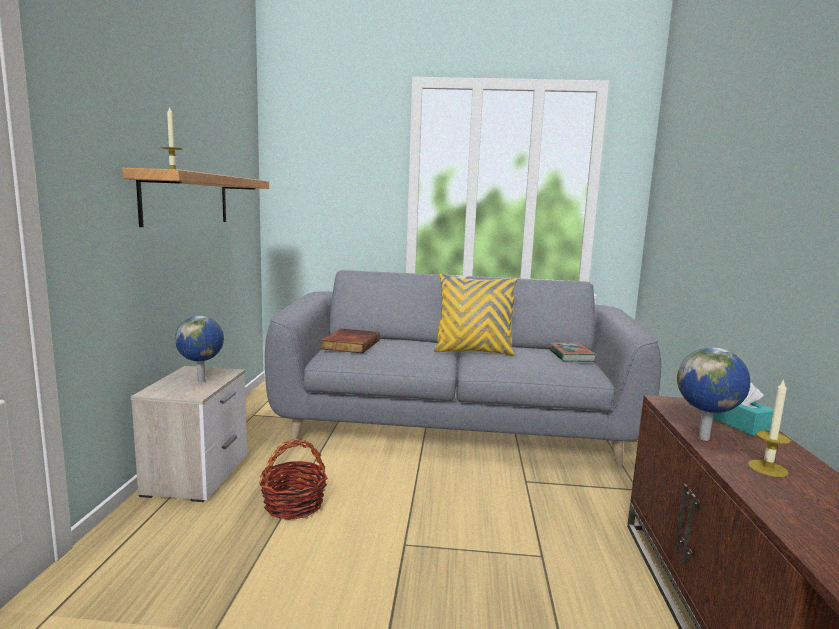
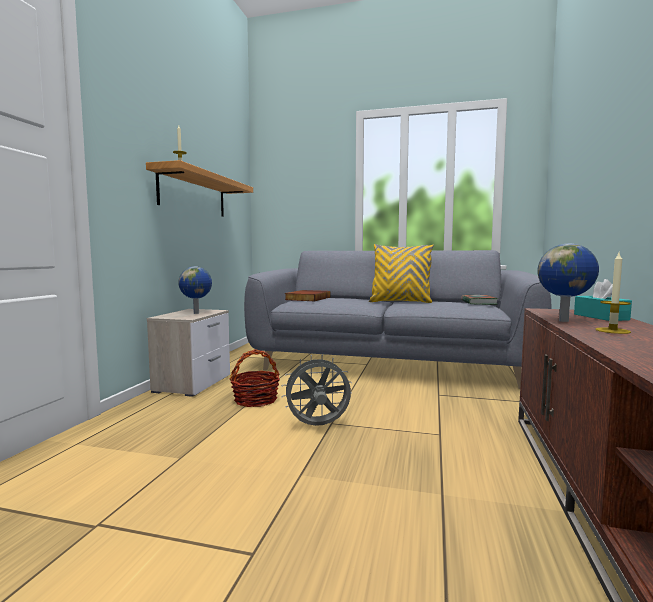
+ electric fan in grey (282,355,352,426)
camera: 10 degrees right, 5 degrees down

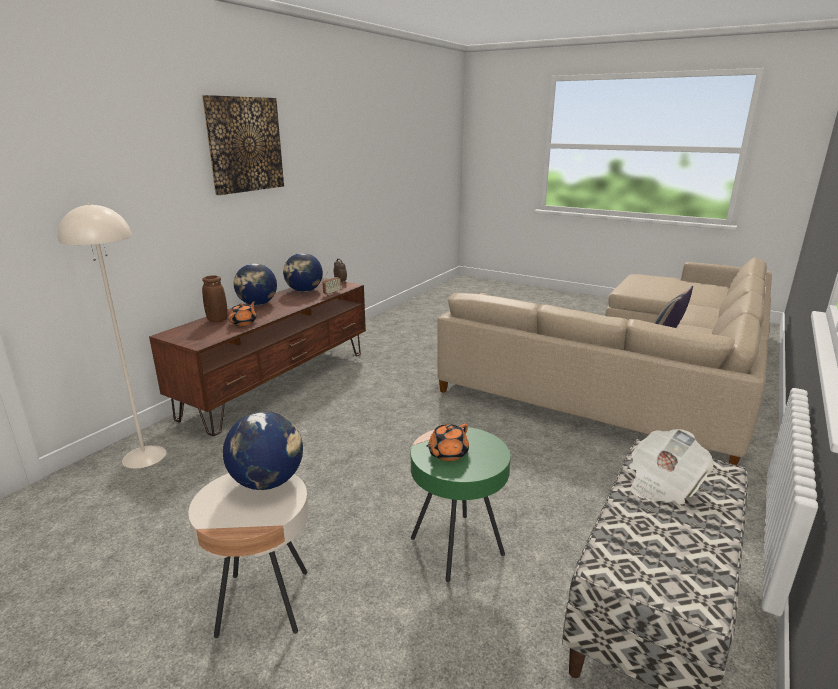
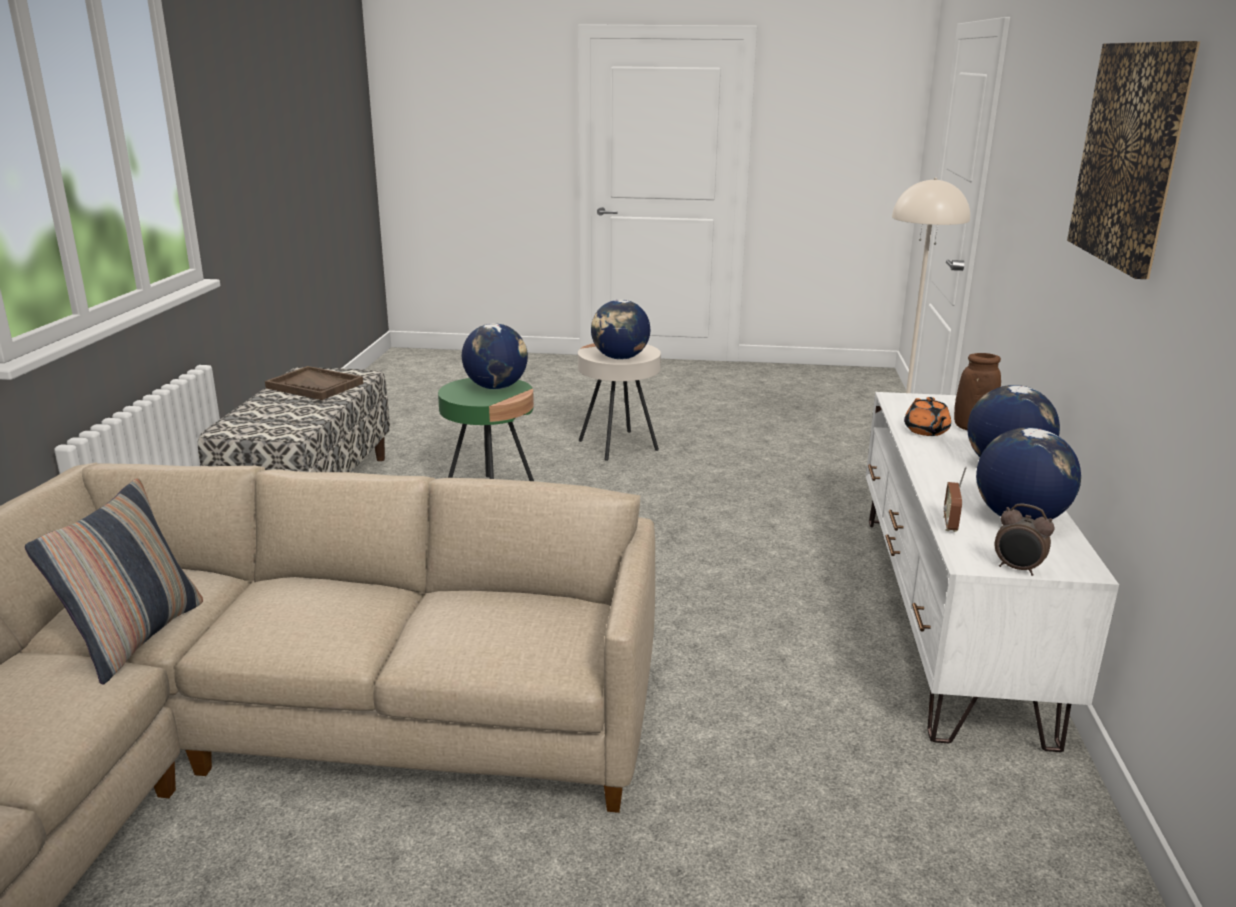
- daily paper (629,429,714,504)
+ serving tray in brown-coloured (265,366,363,400)
~ tea pot in orange-coloured (426,424,469,461) to globe (462,323,528,389)
~ media console in brown-coloured (149,278,366,436) to media console in white (866,392,1119,752)
camera: 155 degrees right, 0 degrees up

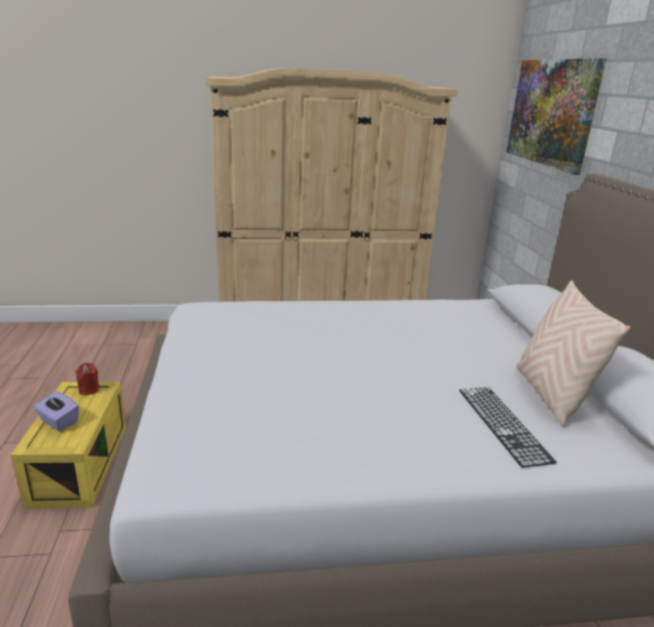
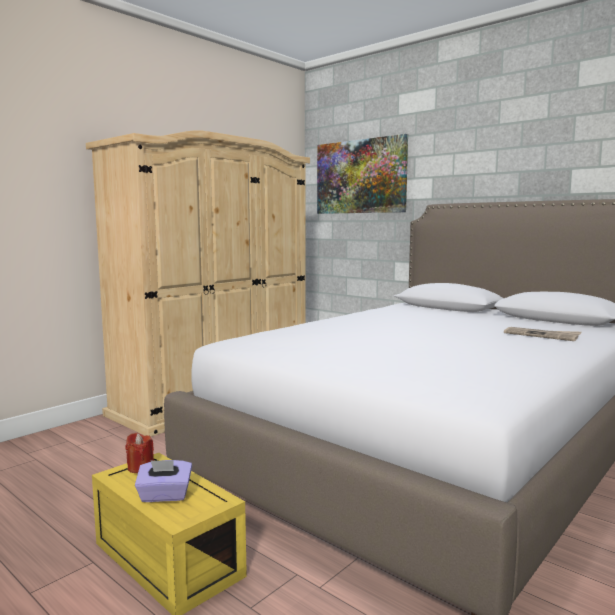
- throw pillow in sand-coloured (516,280,630,426)
~ keyboard (459,387,557,468) to daily paper (504,327,582,341)
camera: 40 degrees left, 15 degrees down

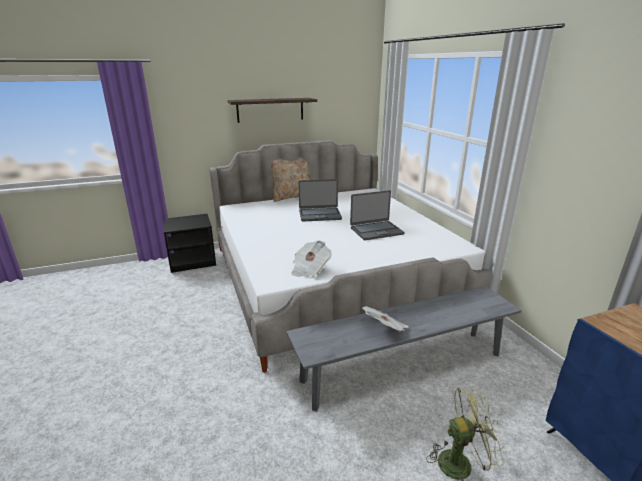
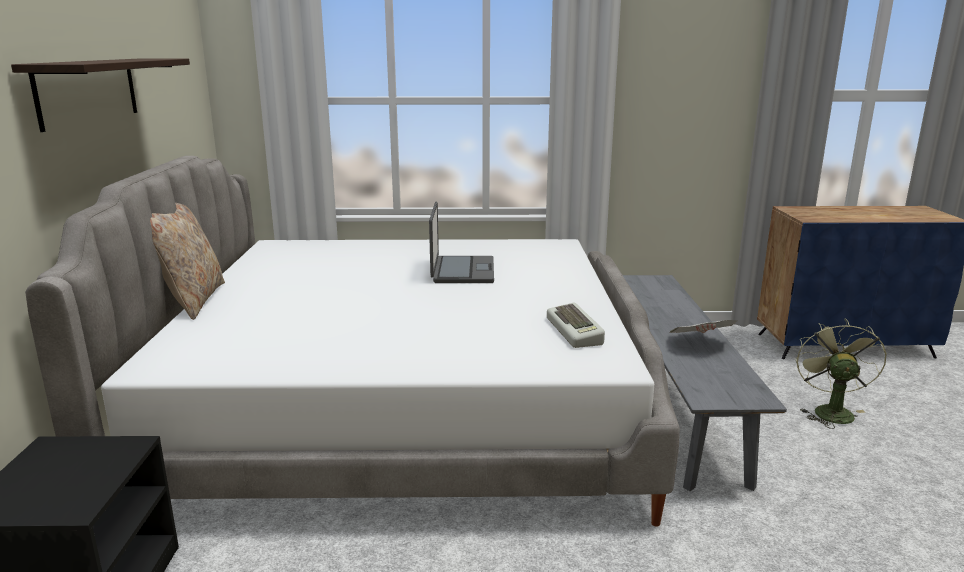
- laptop (299,179,342,221)
~ daily paper (291,240,332,277) to keyboard (547,303,605,348)
camera: 70 degrees left, 5 degrees down

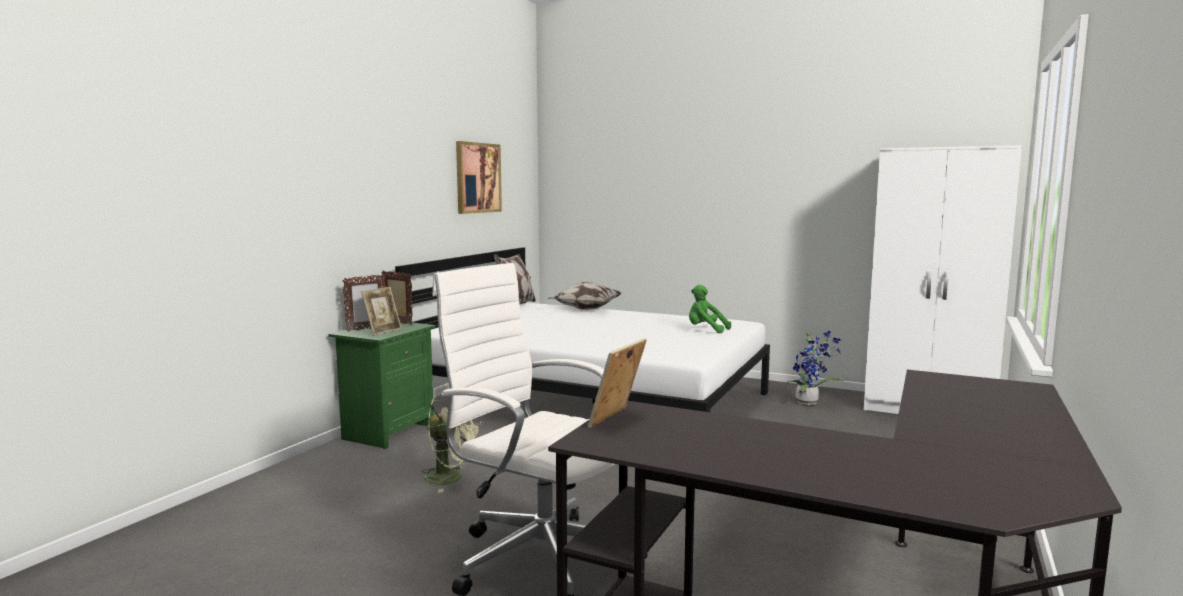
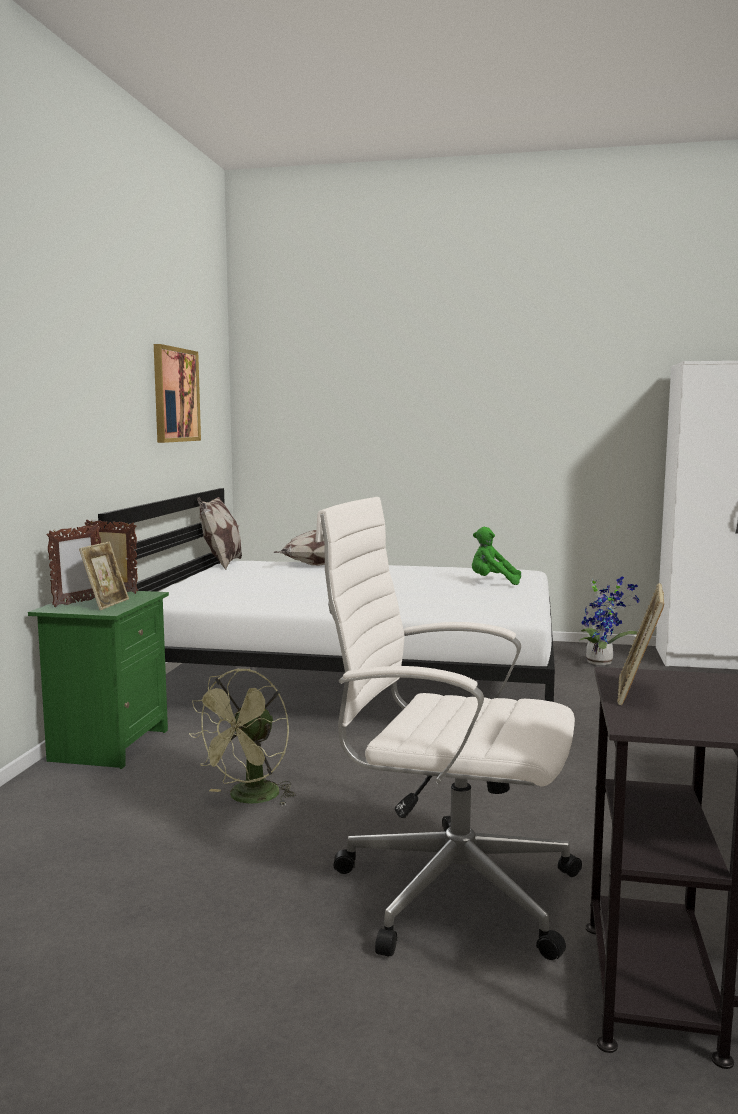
~ electric fan in green (422,384,484,493) = (189,669,296,806) 120 degrees clockwise
camera: 15 degrees left, 0 degrees up

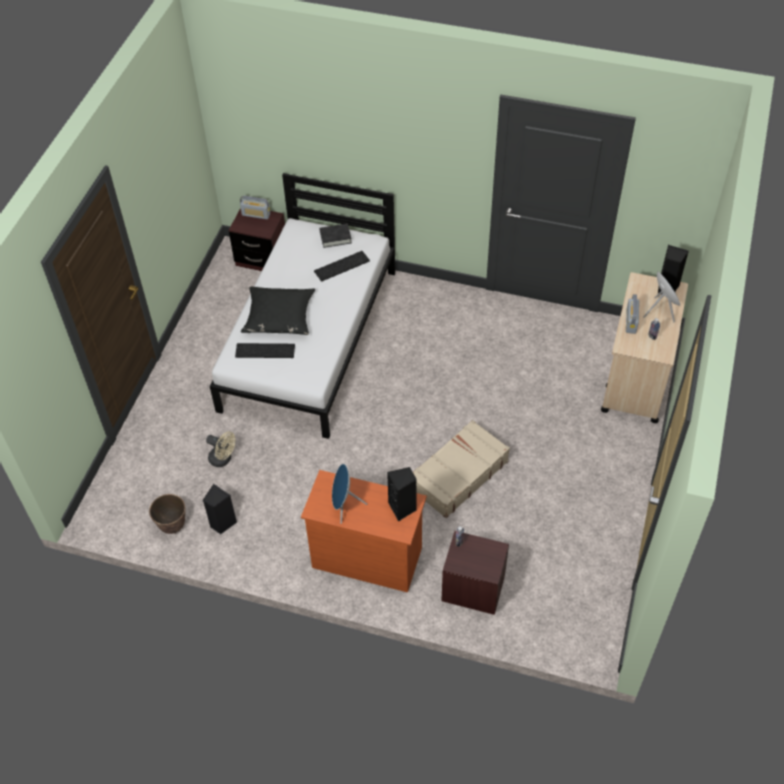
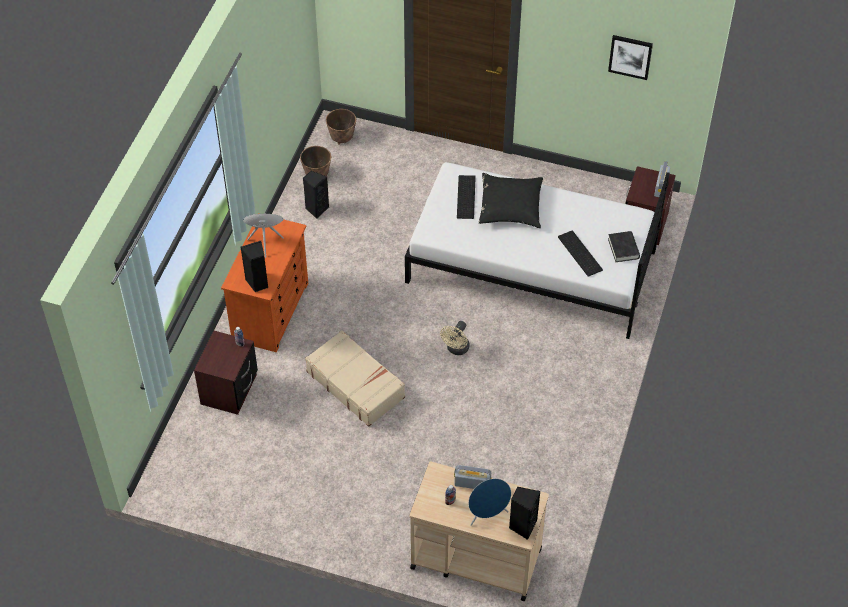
+ flower pot (326,109,356,145)
+ wall picture (608,35,653,80)
~ electric fan in sand-coloured (206,432,235,467) to (440,321,470,355)
camera: 90 degrees right, 0 degrees up

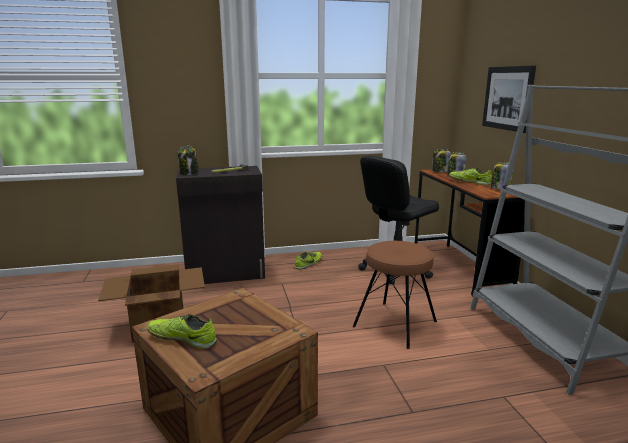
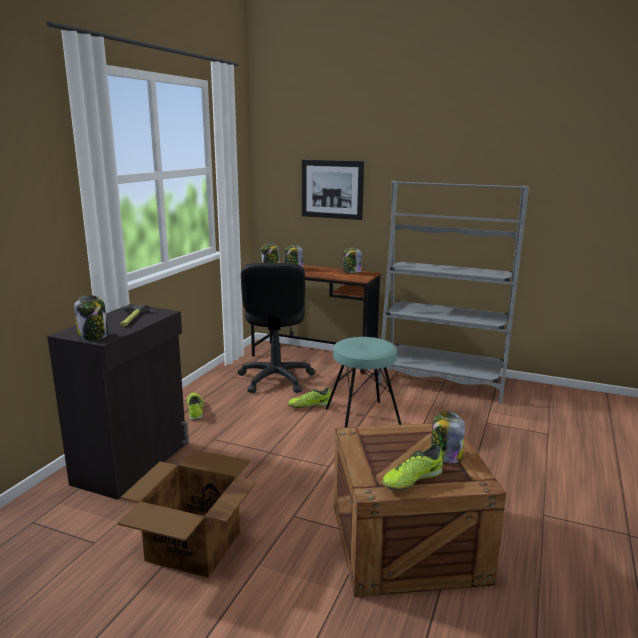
+ preserve jar (431,411,465,463)
~ item of footwear (449,168,492,185) to (288,387,332,408)
~ stool in brown-coloured (353,241,437,349) to stool in turquoise (326,337,402,428)
camera: 55 degrees left, 0 degrees up

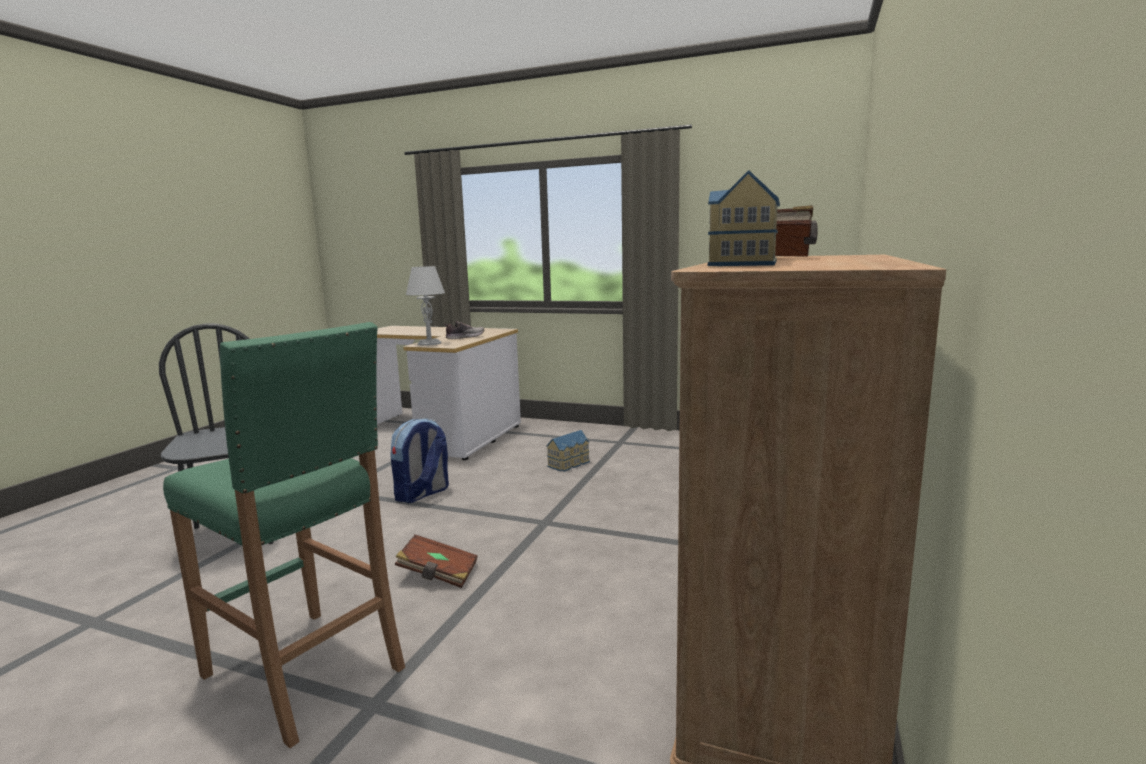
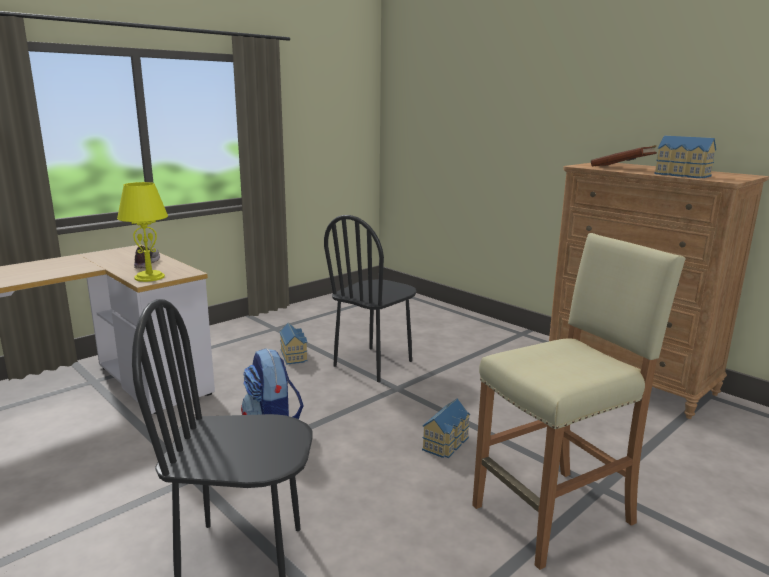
+ plain chair in black-coloured (324,215,416,382)
~ bound book in brown-coloured (395,535,478,588) to toy house (422,399,470,458)
~ stool in green (163,322,405,748) to stool in sand-coloured (472,233,686,570)
~ tabletop lamp in grey (406,266,445,346) to tabletop lamp in yellow-coloured (117,182,168,282)
camera: 65 degrees left, 5 degrees up

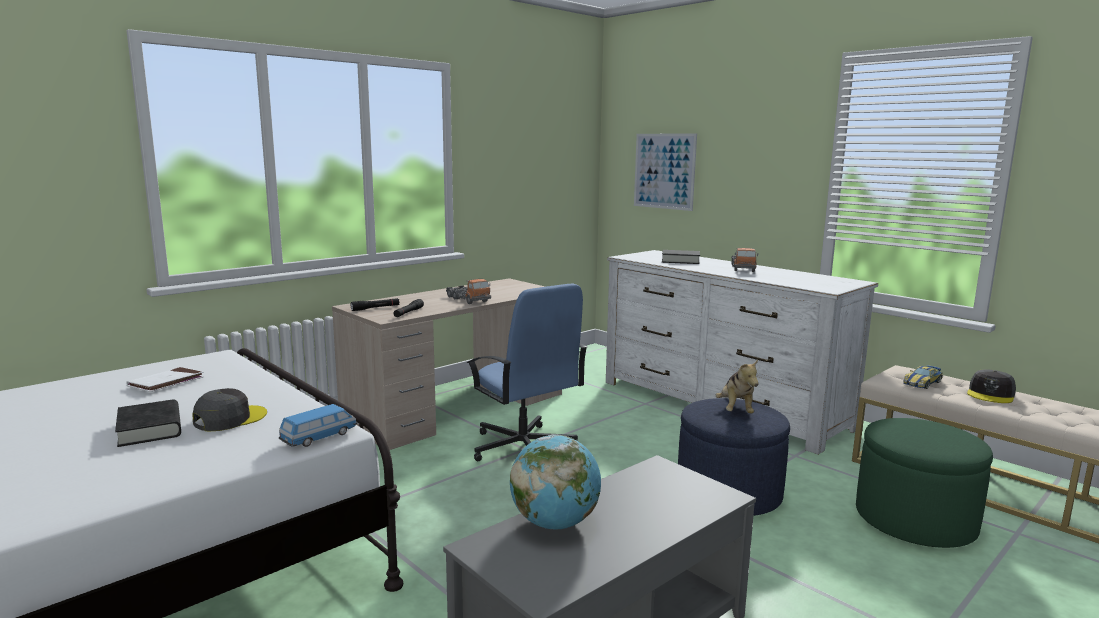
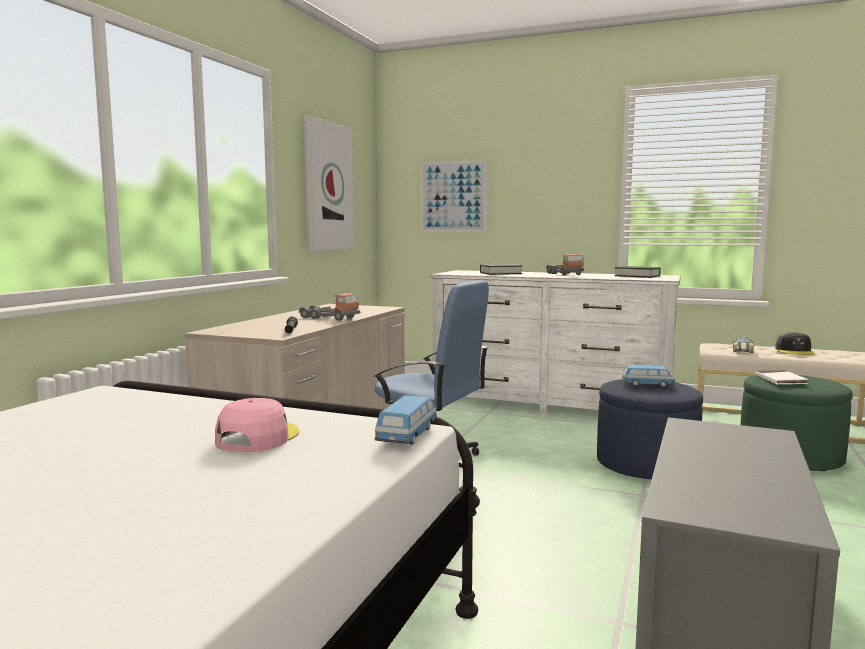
- torch in black-coloured (351,298,400,311)
- globe (510,435,601,529)
+ wall picture (304,115,354,251)
~ bound book in black-coloured (115,399,181,447) to (614,266,661,278)
~ bound book in white (127,367,204,392) to (756,370,808,384)
~ cuddly toy (716,360,759,413) to model car (622,365,675,387)
~ peaked cap in grey (192,388,267,432) to peaked cap in pinkish (215,398,299,452)
camera: 25 degrees left, 5 degrees down

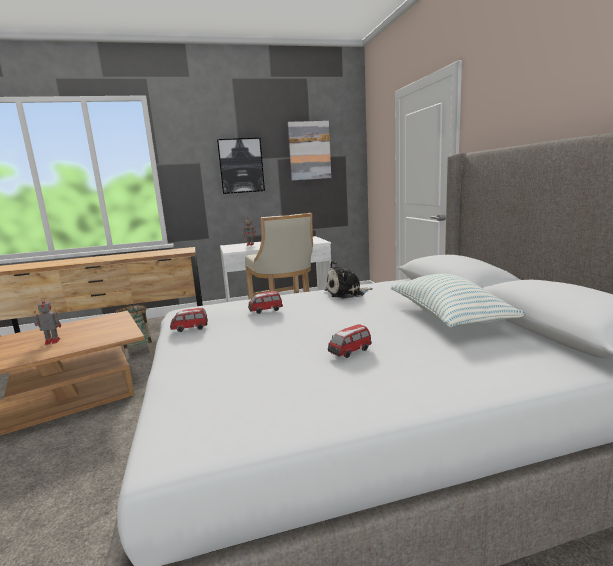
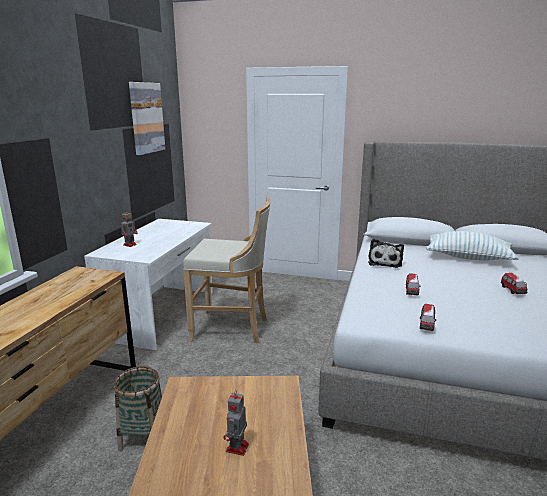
- wall picture (217,138,265,194)
camera: 60 degrees left, 5 degrees up

